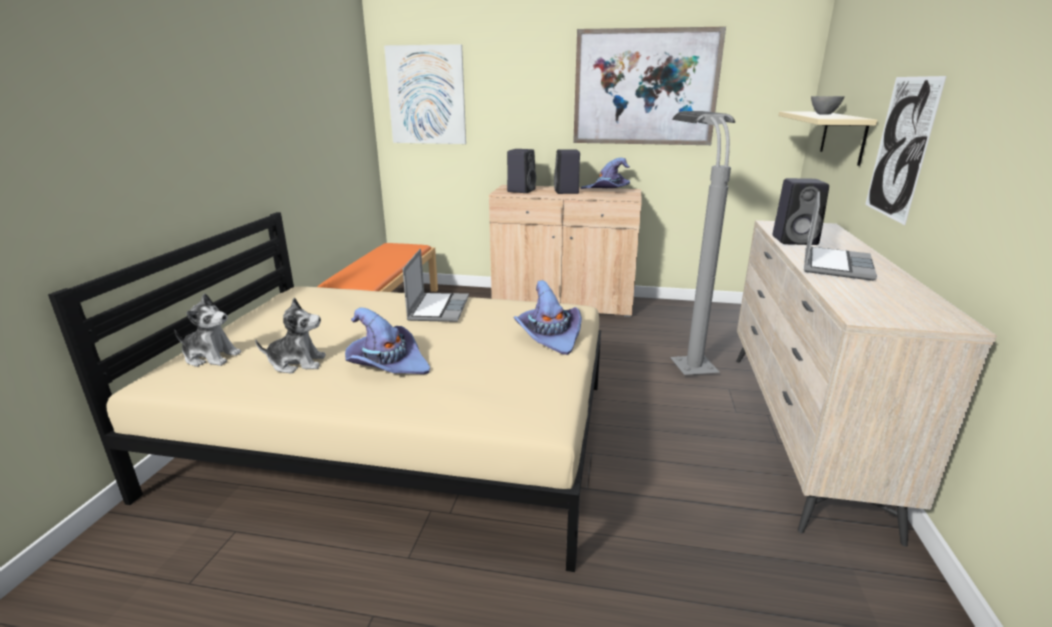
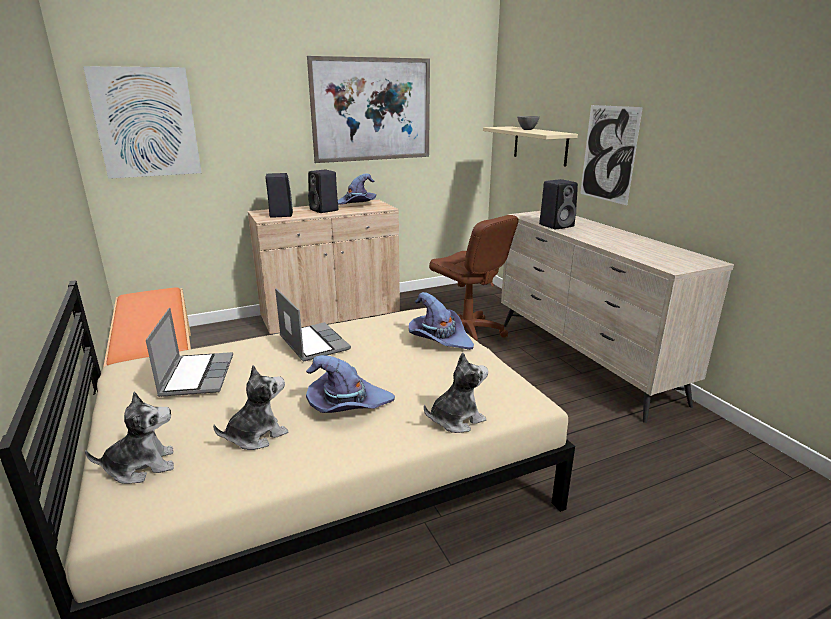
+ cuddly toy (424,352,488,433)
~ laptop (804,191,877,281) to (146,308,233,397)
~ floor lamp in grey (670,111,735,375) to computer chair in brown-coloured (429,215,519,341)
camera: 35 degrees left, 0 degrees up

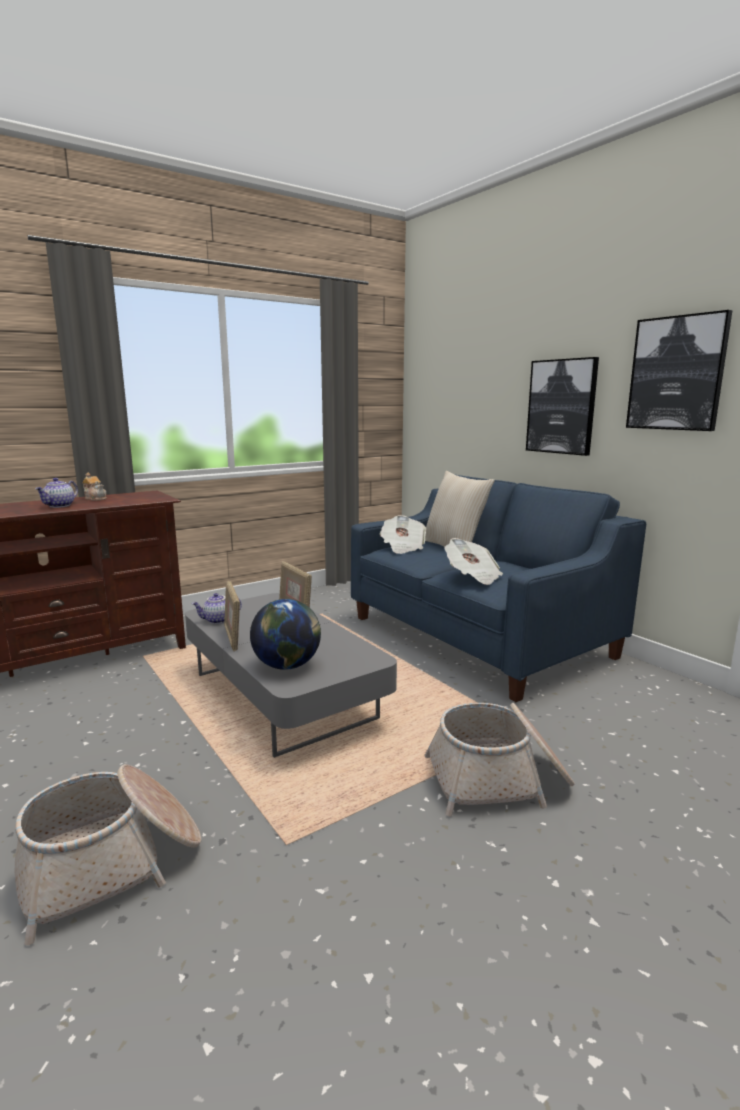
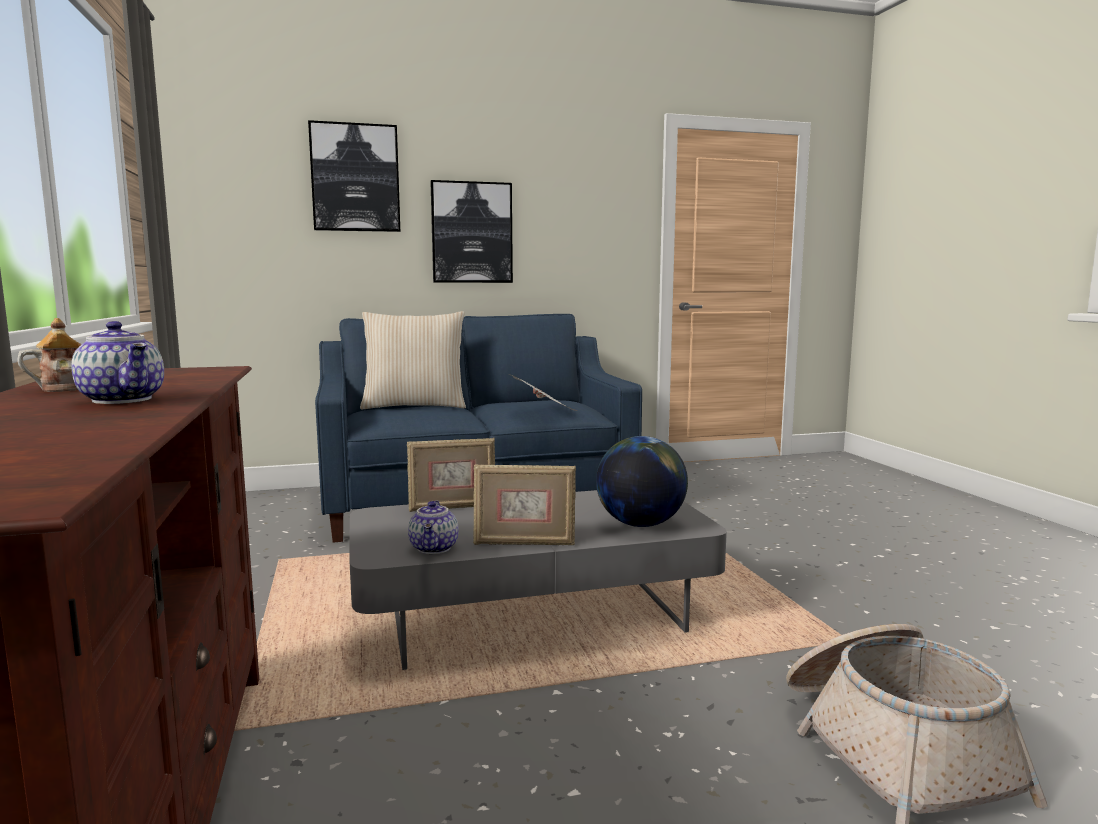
- daily paper (380,515,426,554)
- household basket (424,703,575,816)
~ wall picture (626,310,733,431) to (308,120,400,232)
camera: 70 degrees left, 5 degrees down

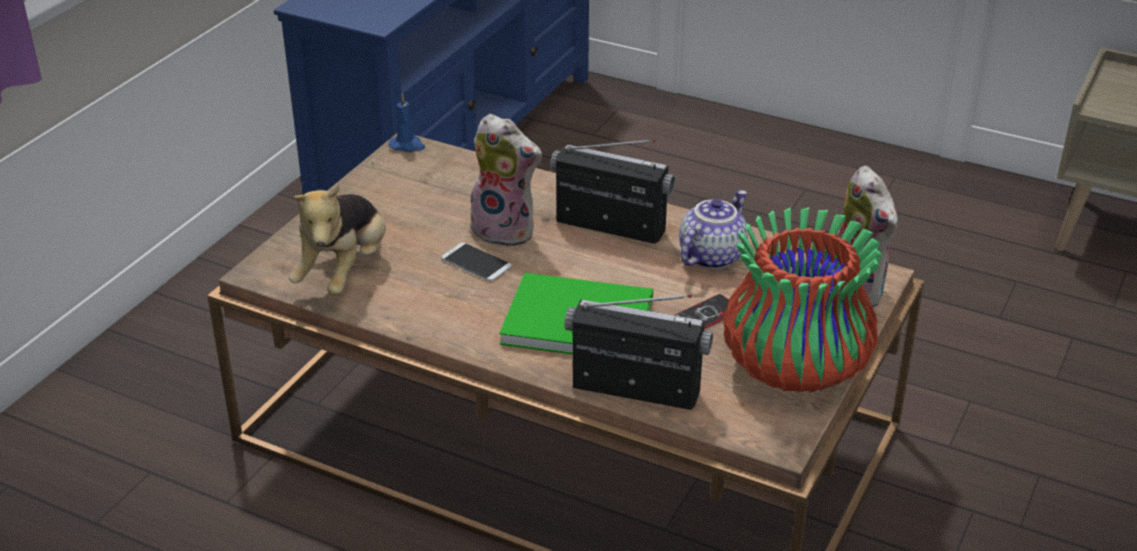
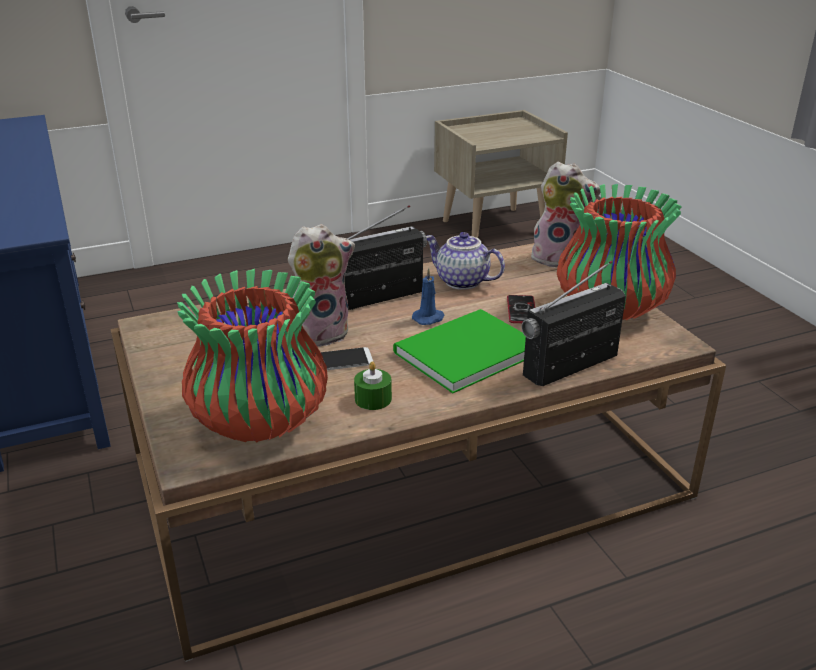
+ candle in green (354,361,392,410)
~ candle in blue (389,93,425,152) to (412,268,444,325)
~ cuddly toy (289,184,386,295) to decorative vase (177,269,328,443)
~ tea pot (679,190,748,269) = (426,232,505,290) 45 degrees counterclockwise
camera: 50 degrees left, 5 degrees down

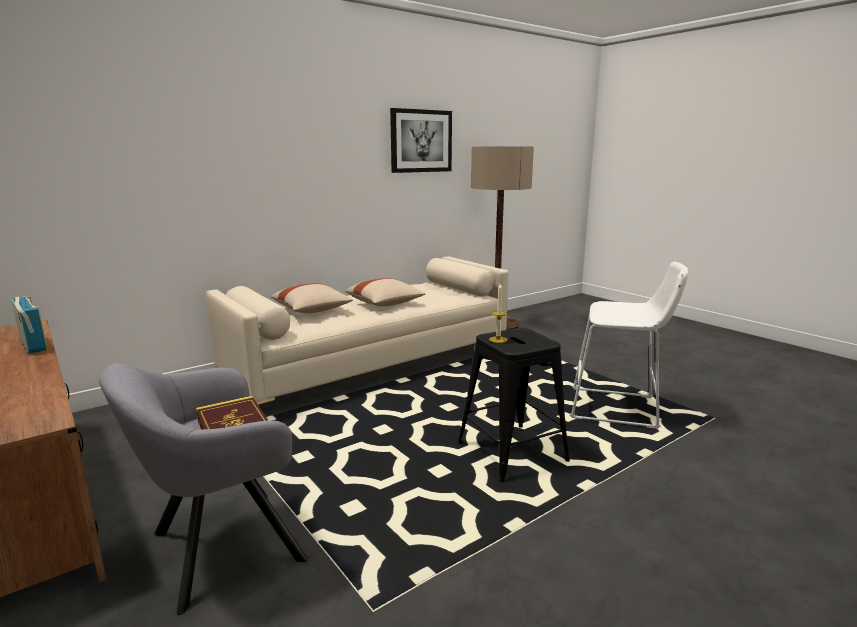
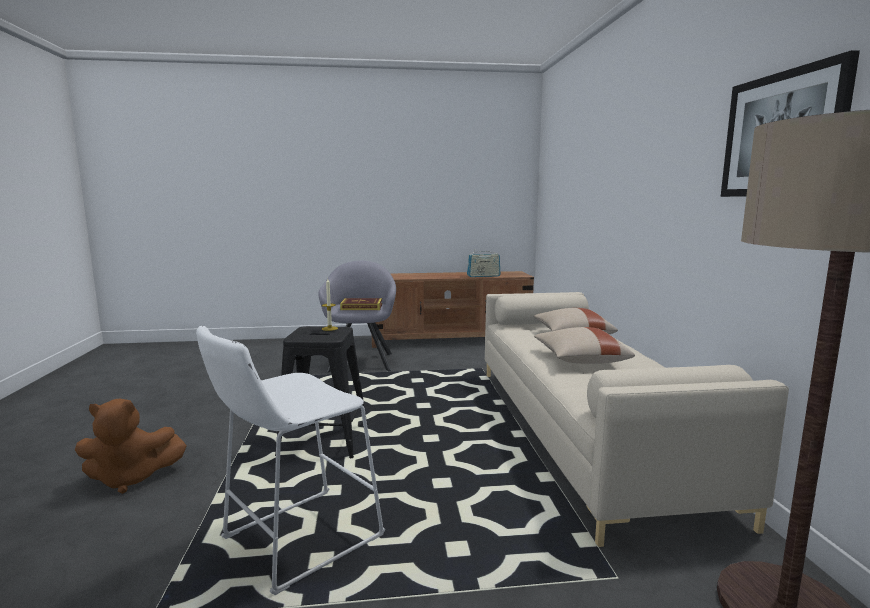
+ cuddly toy in brown-coloured (75,399,187,494)
camera: 120 degrees right, 5 degrees down

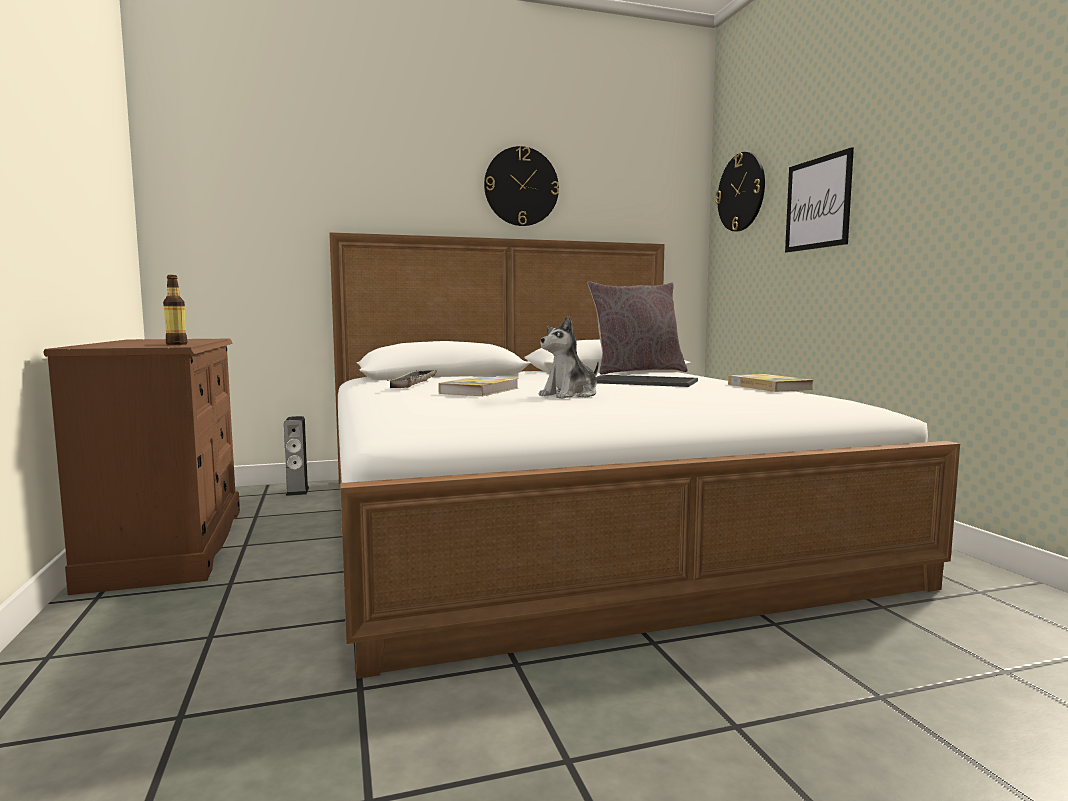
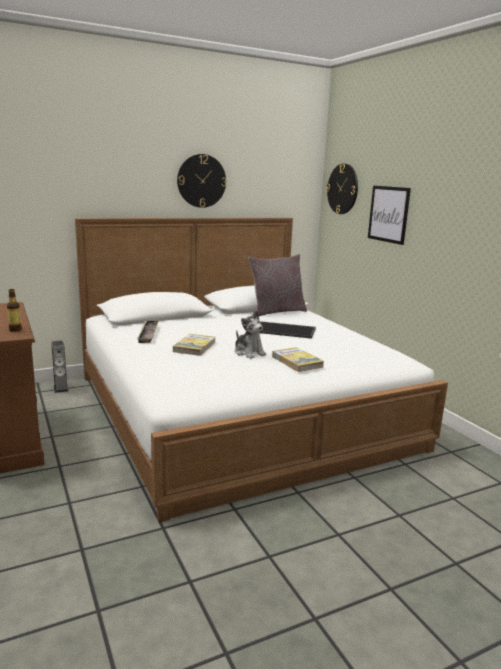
~ bound book (728,374,813,392) to (272,347,324,372)
~ cuddly toy (539,316,599,399) = (235,310,266,359) 75 degrees counterclockwise
camera: 10 degrees left, 10 degrees up

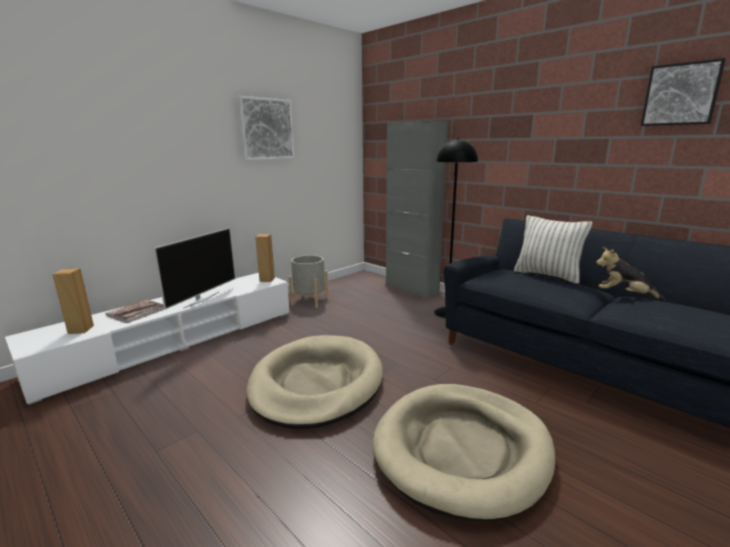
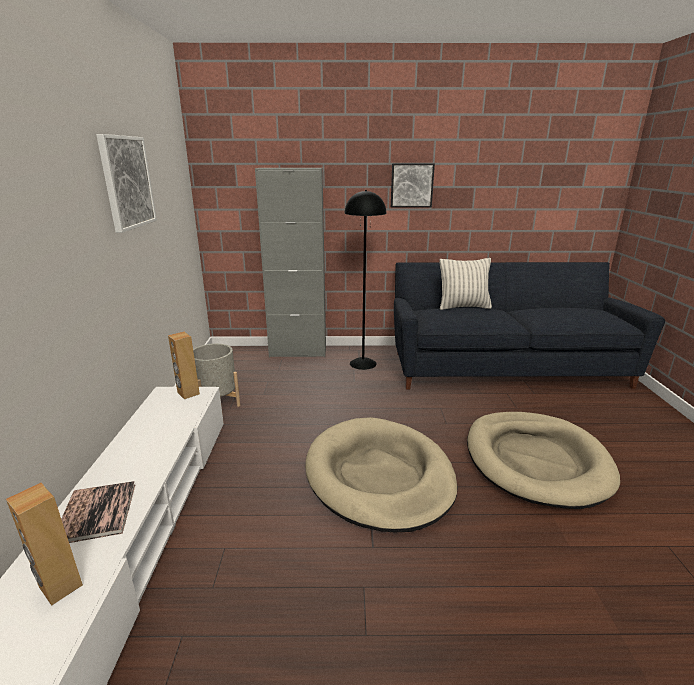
- TV set (154,228,236,310)
- cuddly toy (596,247,665,301)
~ wall picture (641,58,726,126) to (391,163,435,207)
camera: 45 degrees left, 5 degrees up

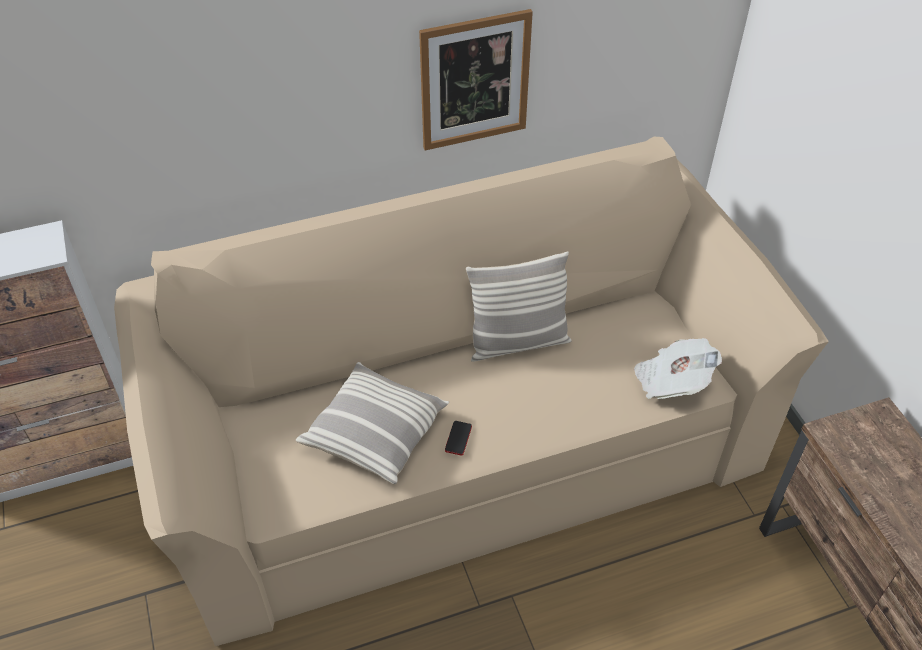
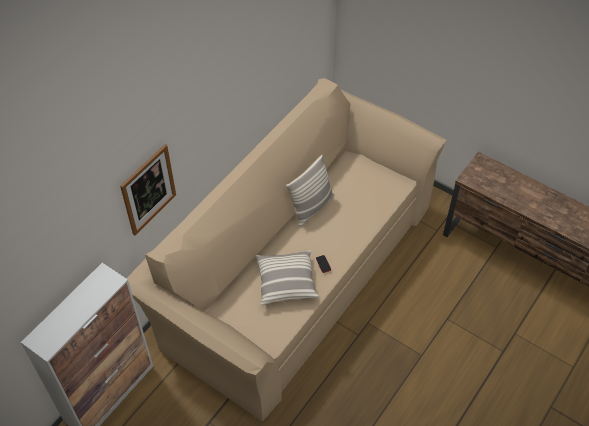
- daily paper (634,338,722,399)
~ wall picture (419,9,533,151) to (120,144,176,235)
camera: 35 degrees left, 5 degrees up

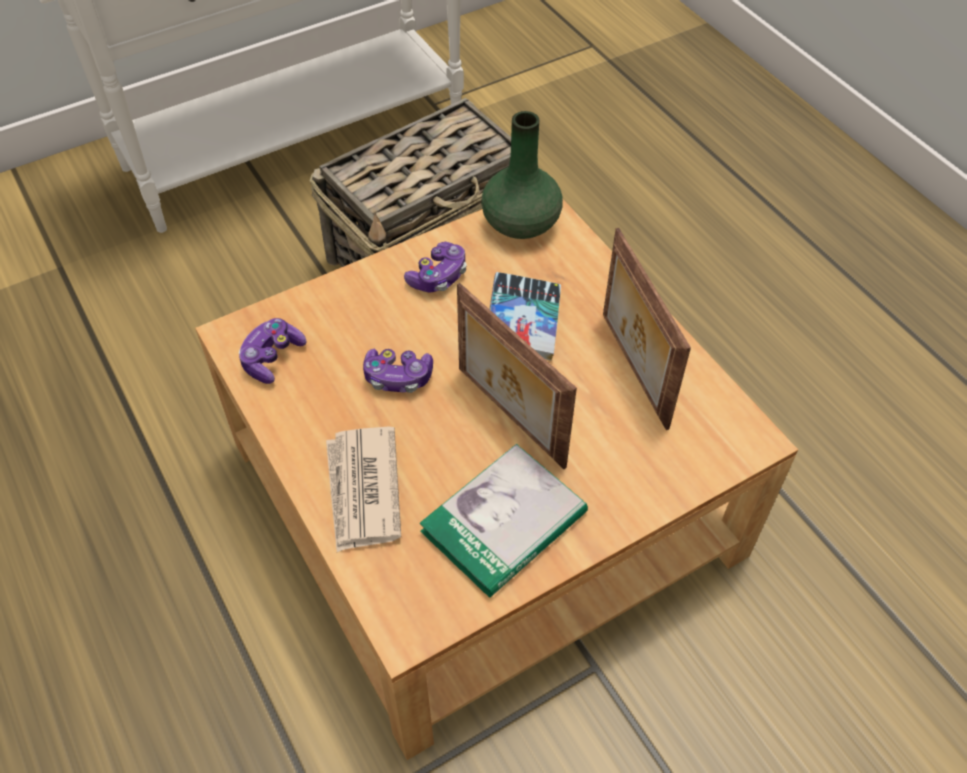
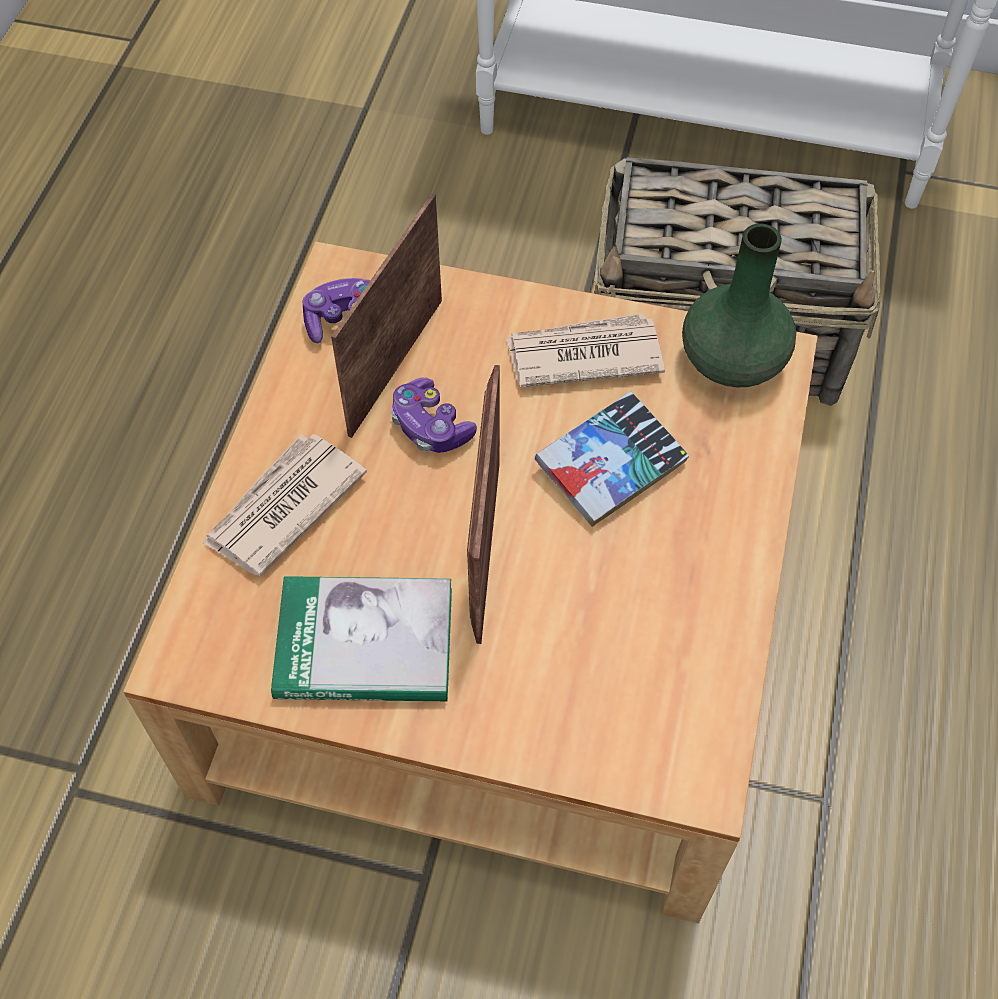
~ standing frame (603,228,691,430) to (331,193,442,438)
~ game controller (404,242,467,293) to daily paper (506,313,665,387)
camera: 45 degrees right, 5 degrees up

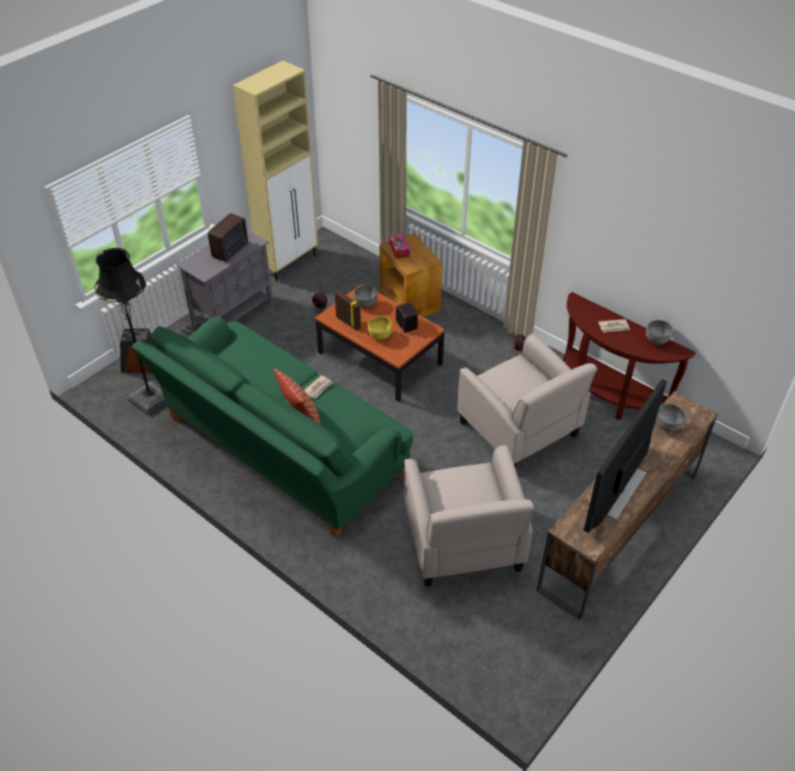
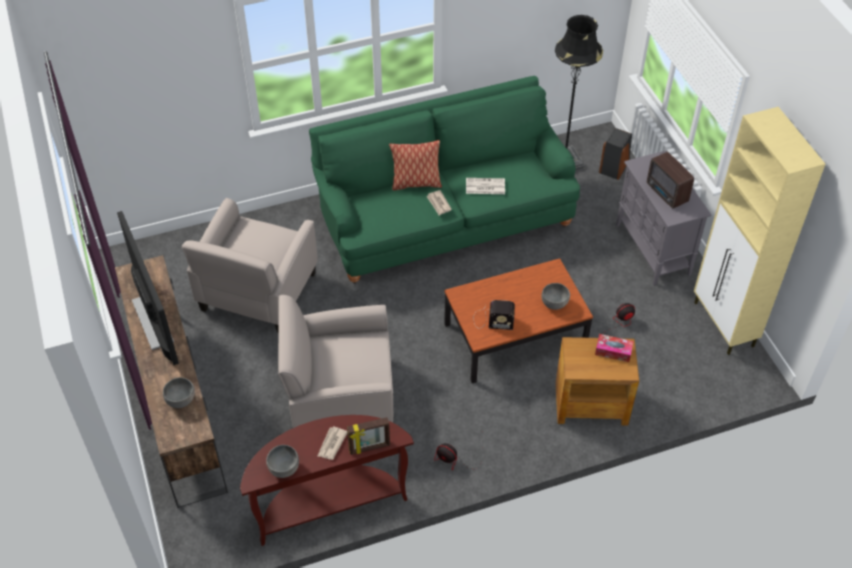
- deep dish in yellow-coloured (368,316,392,340)
+ daily paper (466,178,505,194)
~ standing frame (335,291,361,331) to (347,417,390,455)
~ easy chair in sand-coloured (404,445,534,587) = (182,198,318,333) 90 degrees counterclockwise
camera: 120 degrees right, 5 degrees up

